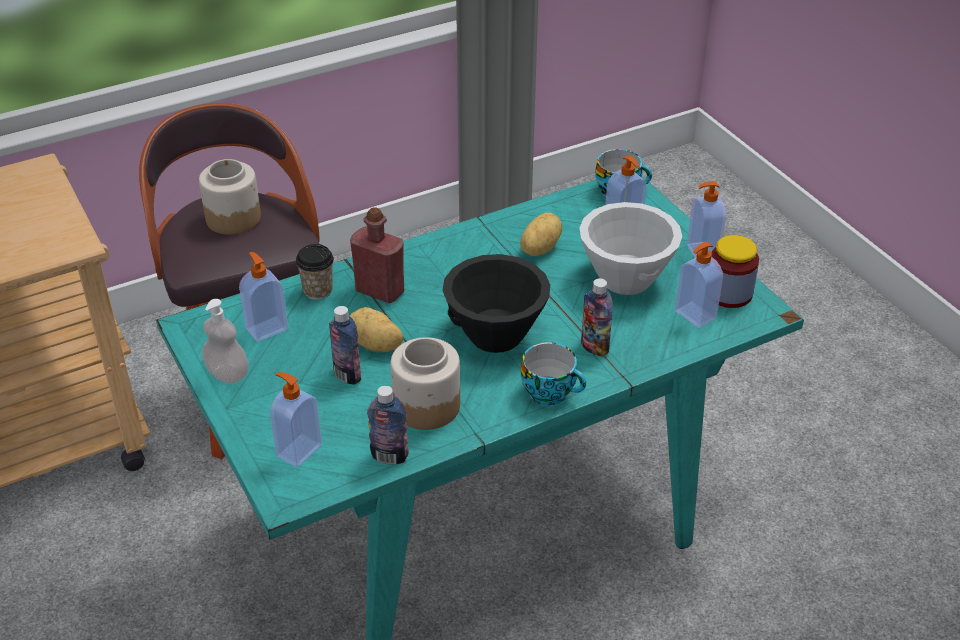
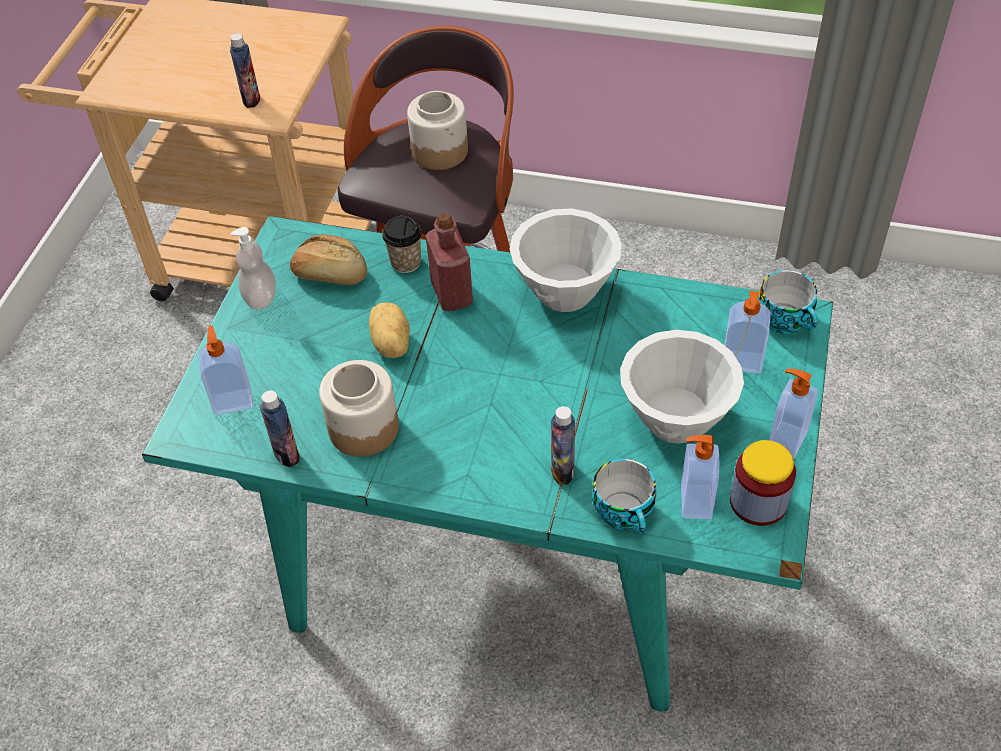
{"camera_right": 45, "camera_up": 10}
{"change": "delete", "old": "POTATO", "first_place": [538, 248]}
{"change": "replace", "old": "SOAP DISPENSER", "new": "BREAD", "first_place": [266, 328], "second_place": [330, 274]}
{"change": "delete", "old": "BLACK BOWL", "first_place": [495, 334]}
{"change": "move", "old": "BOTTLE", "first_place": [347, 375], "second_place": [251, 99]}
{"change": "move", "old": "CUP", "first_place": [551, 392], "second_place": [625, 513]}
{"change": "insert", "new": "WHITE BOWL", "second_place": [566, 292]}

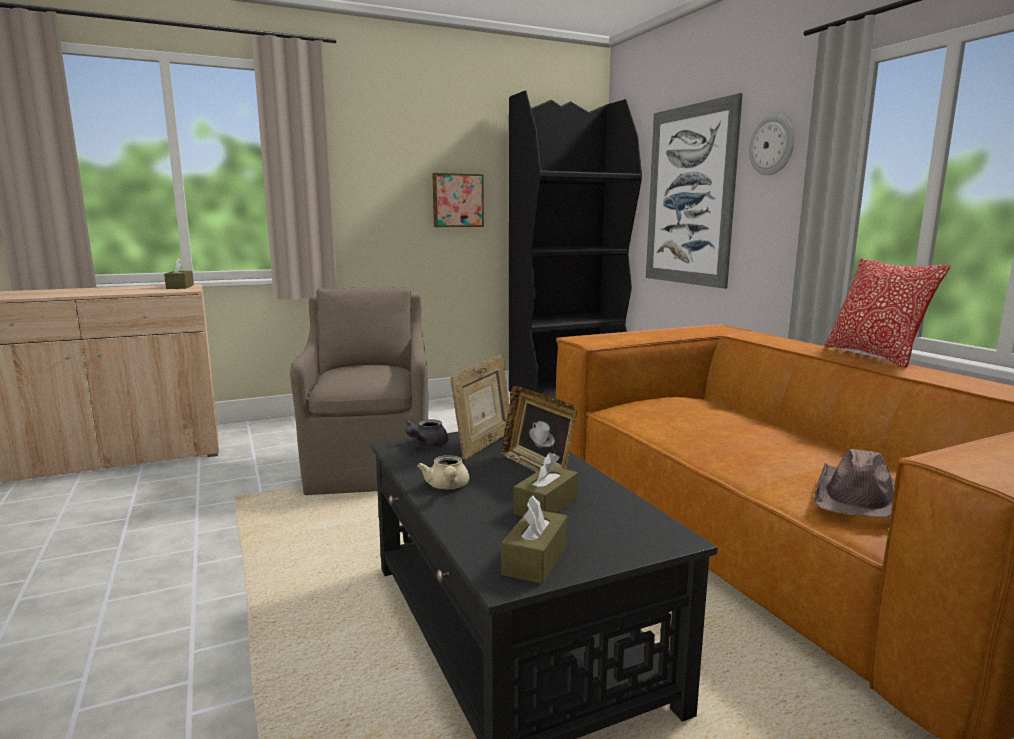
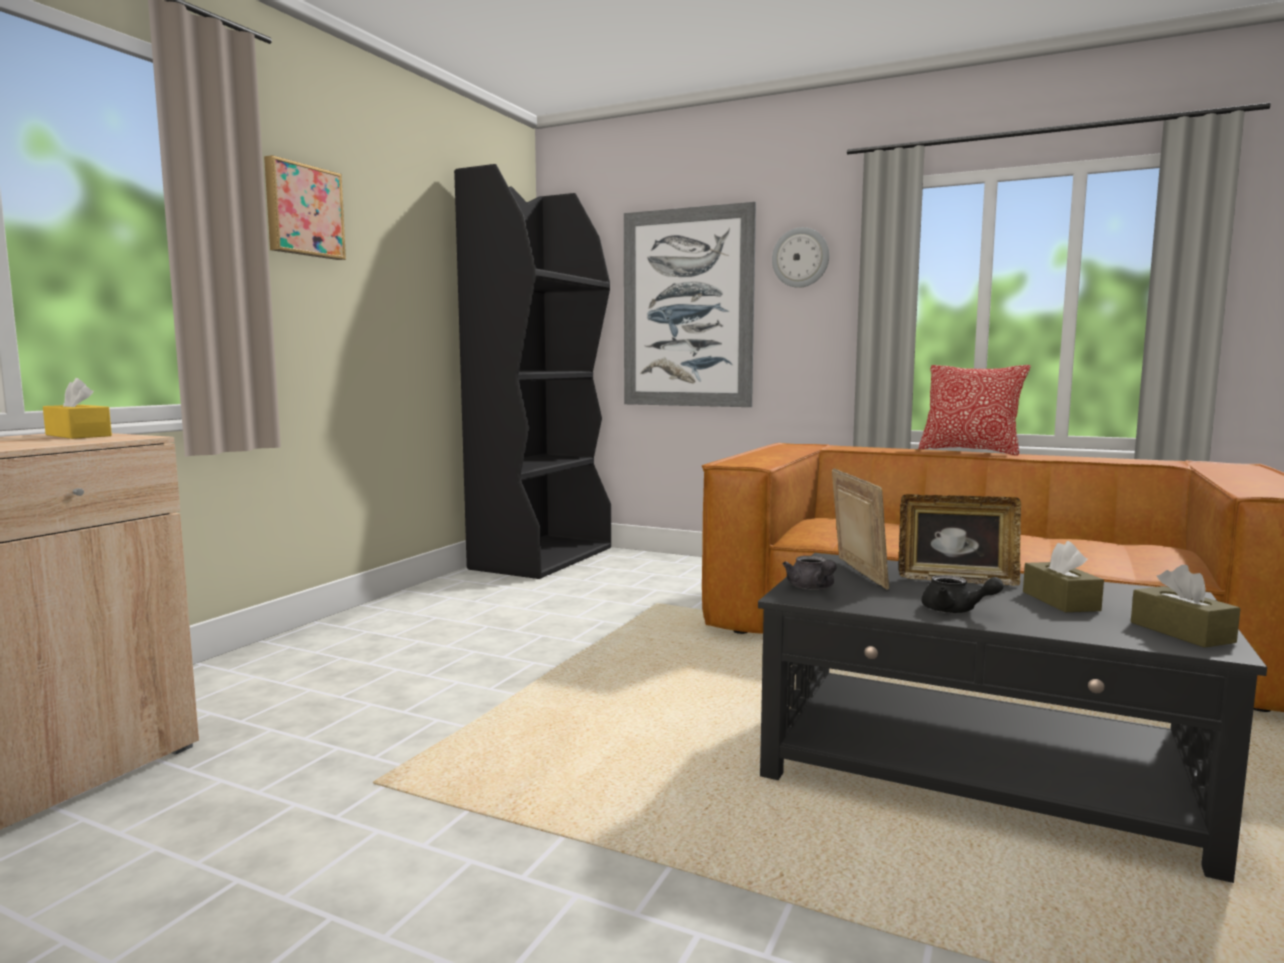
{"camera_right": -40, "camera_up": -5}
{"change": "move", "old": "PICTURE", "first_place": [457, 200], "second_place": [303, 211]}
{"change": "recolor", "old": "BROWN TISSUE BOX", "new": "YELLOW TISSUE BOX", "first_place": [180, 287], "second_place": [78, 435]}
{"change": "delete", "old": "BROWN ARMCHAIR", "first_place": [370, 467]}
{"change": "delete", "old": "BROWN HAT", "first_place": [862, 496]}
{"change": "recolor", "old": "BEIGE TEAPOT", "new": "BLACK TEAPOT", "first_place": [447, 487], "second_place": [955, 611]}

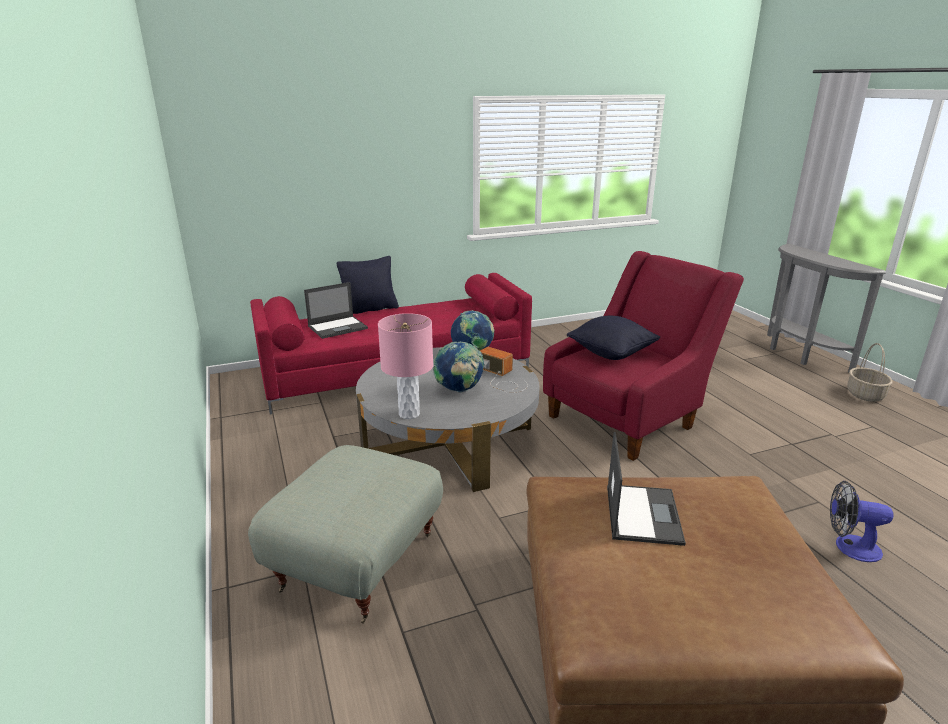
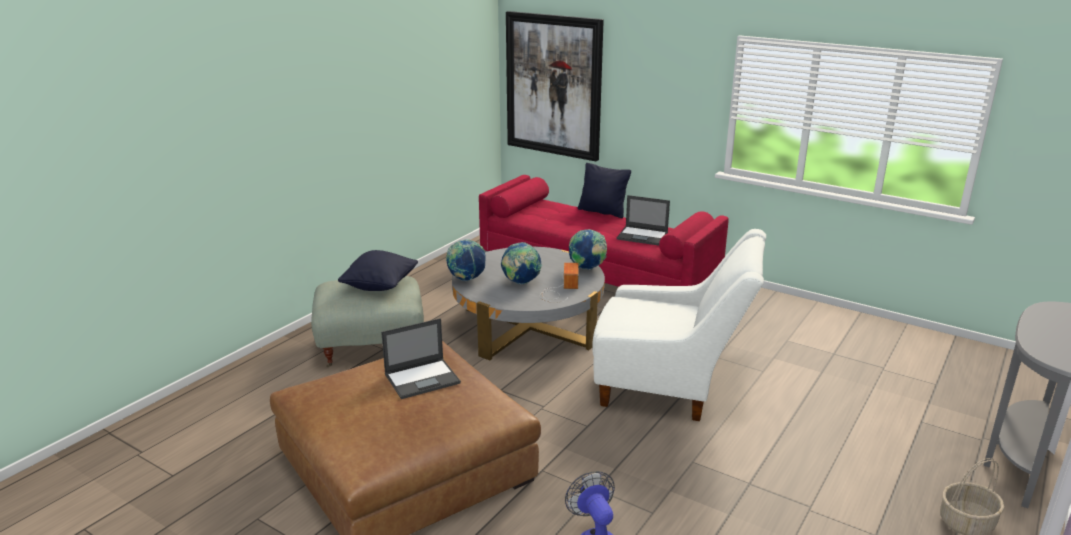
{"camera_right": 55, "camera_up": 0}
{"change": "recolor", "old": "RED ARMCHAIR", "new": "WHITE ARMCHAIR", "first_place": [628, 418], "second_place": [671, 386]}
{"change": "move", "old": "LAPTOP", "first_place": [338, 327], "second_place": [643, 236]}
{"change": "replace", "old": "PINK TABLE LAMP", "new": "GLOBE", "first_place": [409, 414], "second_place": [466, 279]}
{"change": "move", "old": "BLACK PILLOW", "first_place": [611, 353], "second_place": [380, 286]}
{"change": "insert", "new": "PICTURE", "second_place": [553, 85]}

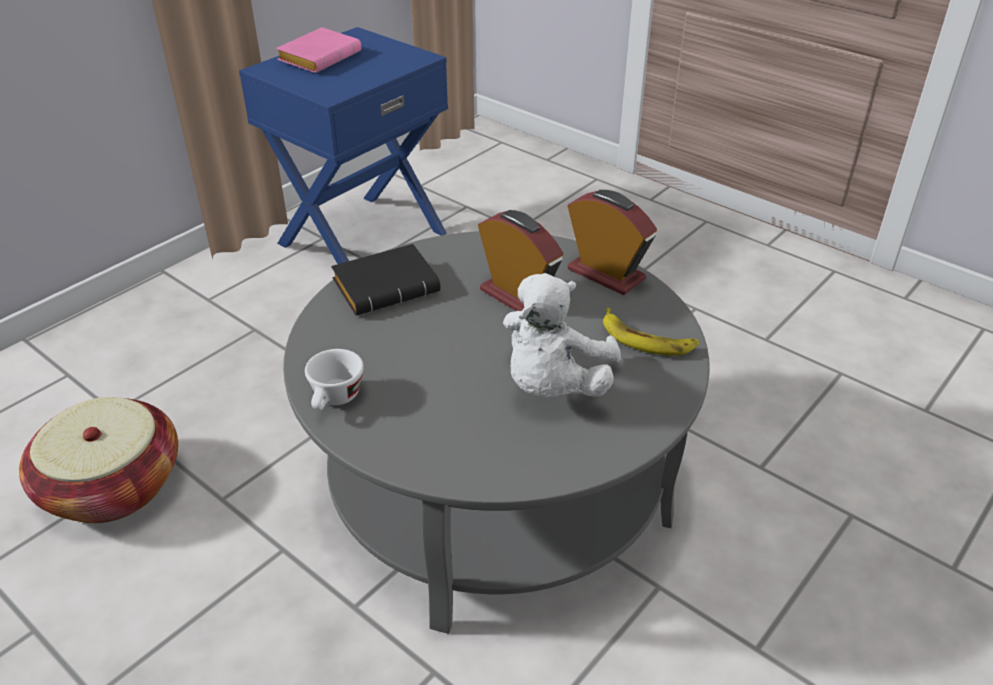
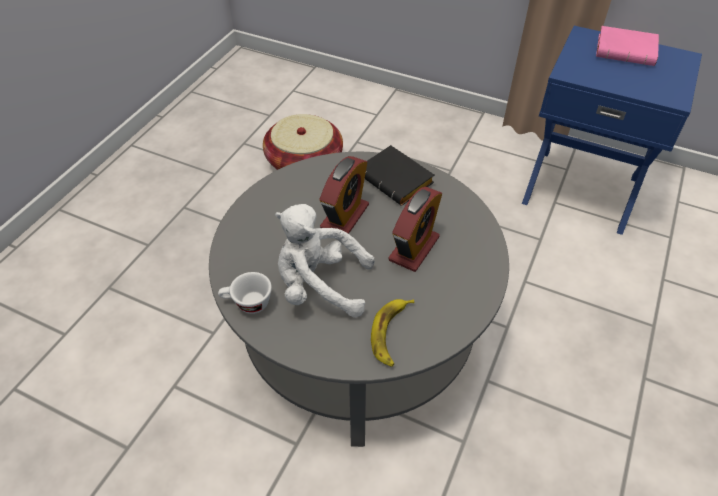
{"camera_right": 75, "camera_up": 10}
{"change": "move", "old": "ALARM CLOCK", "first_place": [606, 274], "second_place": [344, 216]}
{"change": "move", "old": "WHITE CUP", "first_place": [335, 400], "second_place": [247, 304]}

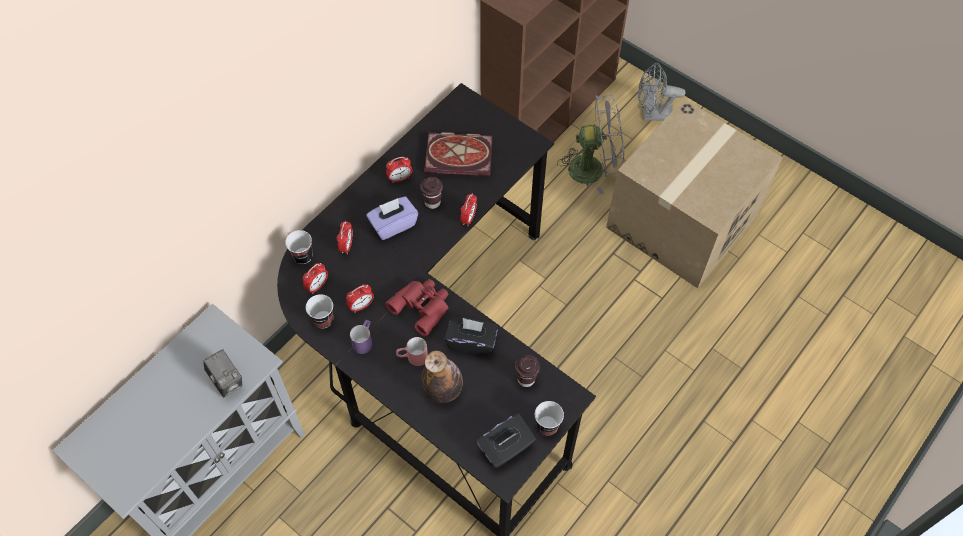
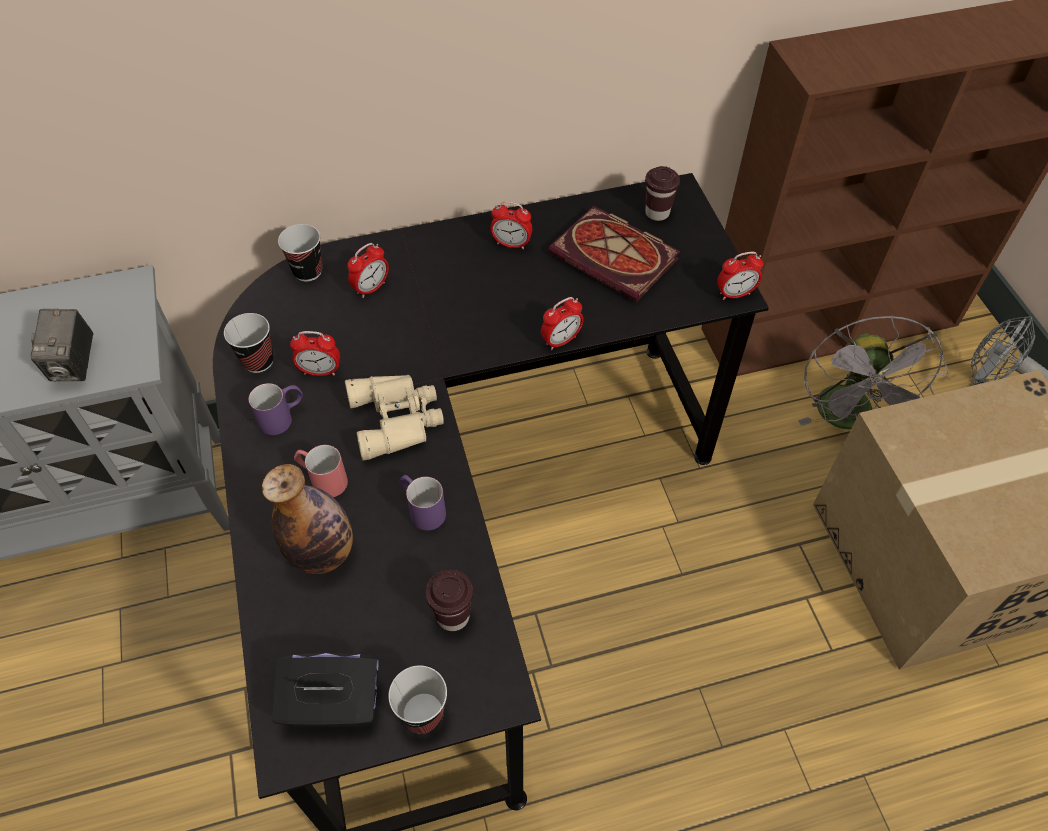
{"camera_right": 35, "camera_up": -5}
{"change": "rotate", "old": "GREY FAN", "first_place": [593, 168], "second_place": [848, 419], "degrees": 60}
{"change": "move", "old": "BROWN CUP", "first_place": [432, 202], "second_place": [657, 213]}
{"change": "delete", "old": "PURPLE TISSUE BOX", "first_place": [393, 225]}
{"change": "move", "old": "ALARM CLOCK", "first_place": [317, 286], "second_place": [735, 294]}
{"change": "recolor", "old": "RED BINOCULARS", "new": "BEIGE BINOCULARS", "first_place": [422, 306], "second_place": [397, 418]}
{"change": "replace", "old": "BLACK TISSUE BOX", "new": "PURPLE MUG", "first_place": [472, 341], "second_place": [422, 509]}

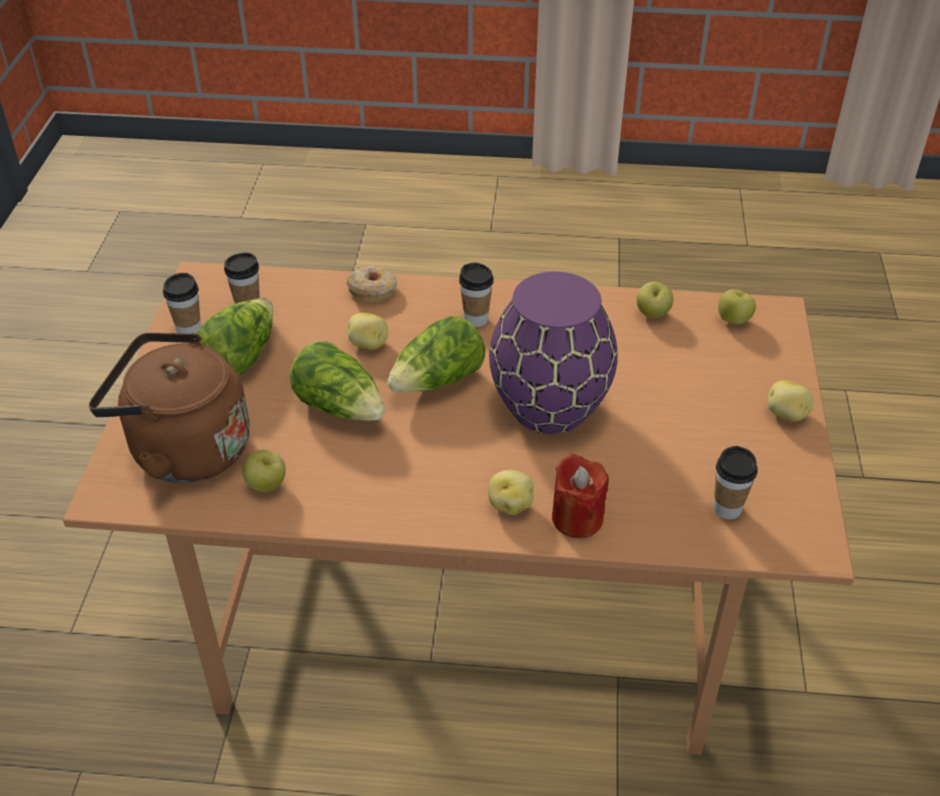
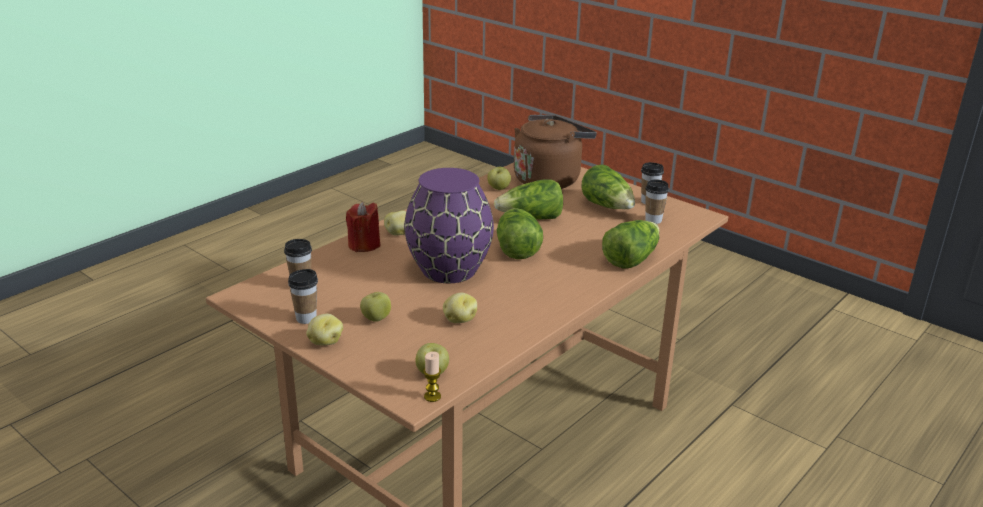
{"camera_right": 125, "camera_up": -15}
{"change": "move", "old": "CUP", "first_place": [476, 319], "second_place": [306, 318]}
{"change": "replace", "old": "DONUT", "new": "LETTUCE", "first_place": [373, 290], "second_place": [630, 258]}
{"change": "move", "old": "APPLE", "first_place": [652, 314], "second_place": [376, 319]}
{"change": "move", "old": "POTATO", "first_place": [368, 344], "second_place": [459, 320]}
{"change": "insert", "new": "CANDLE", "second_place": [432, 396]}

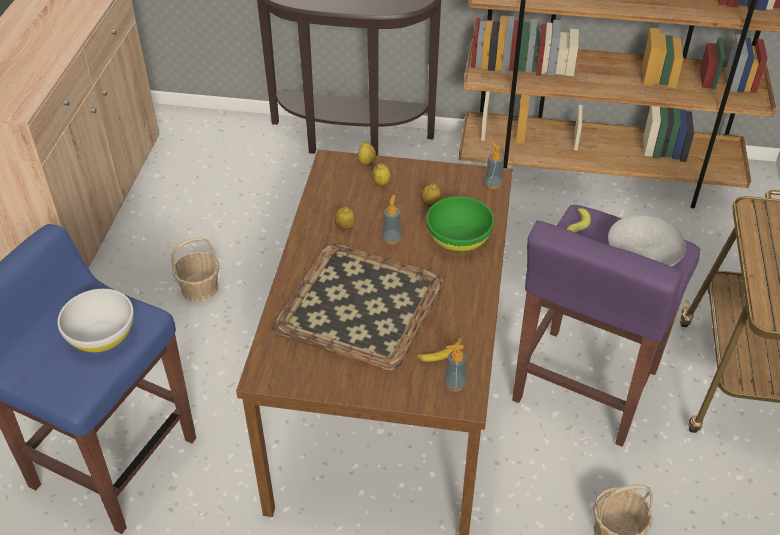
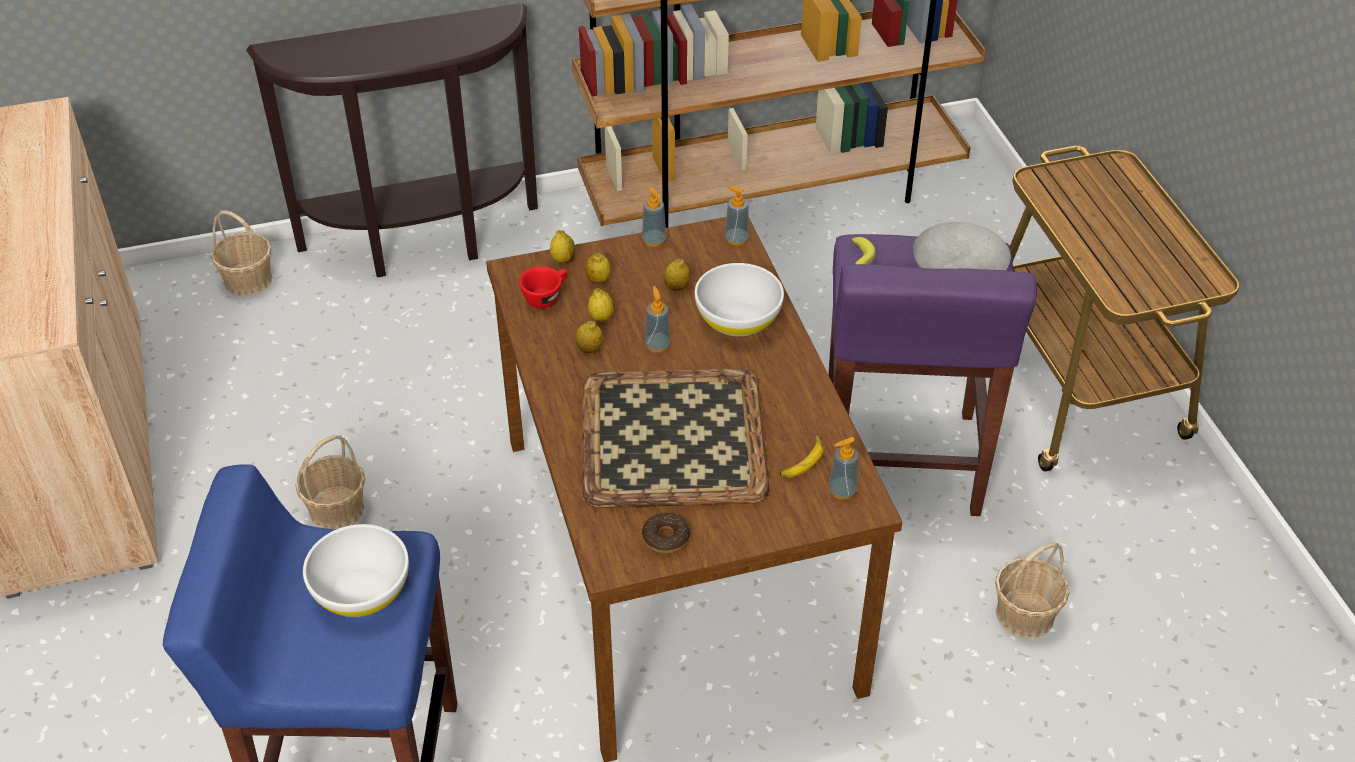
{"camera_right": -25, "camera_up": 0}
{"change": "recolor", "old": "GREEN BOWL", "new": "WHITE BOWL", "first_place": [458, 239], "second_place": [737, 319]}
{"change": "insert", "new": "SOAP DISPENSER", "second_place": [654, 240]}
{"change": "insert", "new": "BASKET", "second_place": [248, 280]}
{"change": "insert", "new": "RED CUP", "second_place": [546, 297]}
{"change": "insert", "new": "LEMON", "second_place": [601, 317]}
{"change": "insert", "new": "DONUT", "second_place": [665, 538]}

